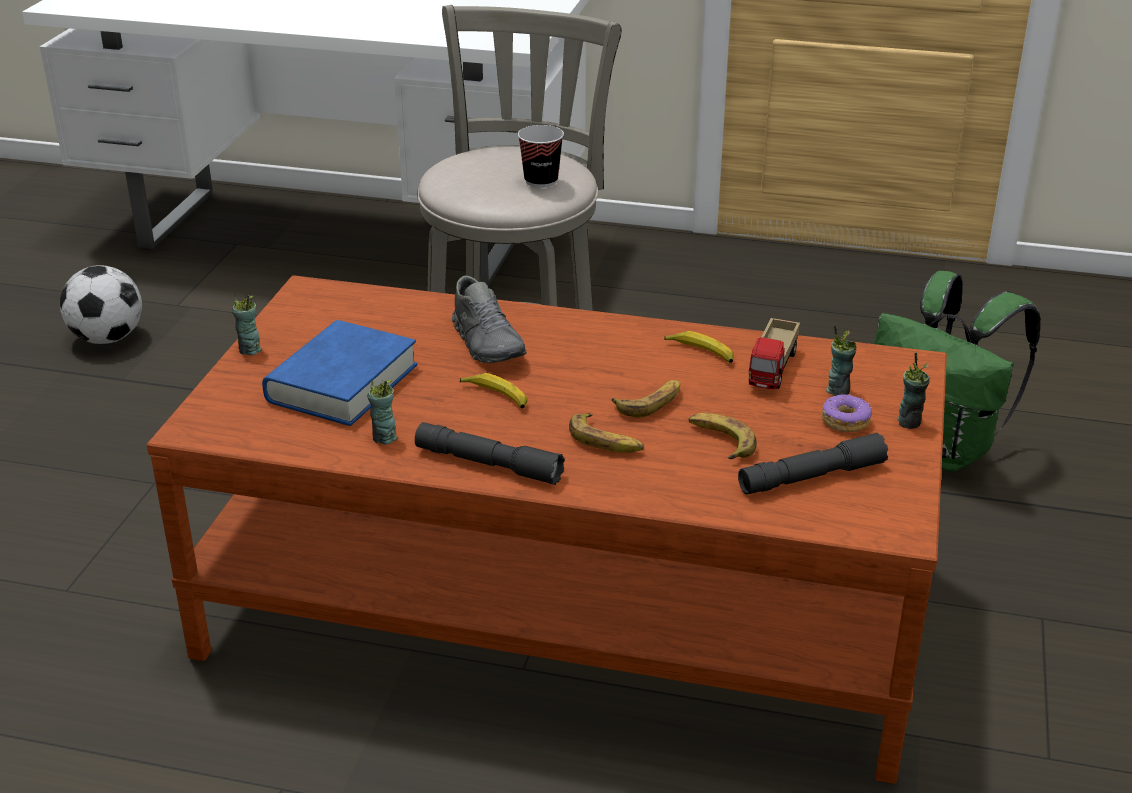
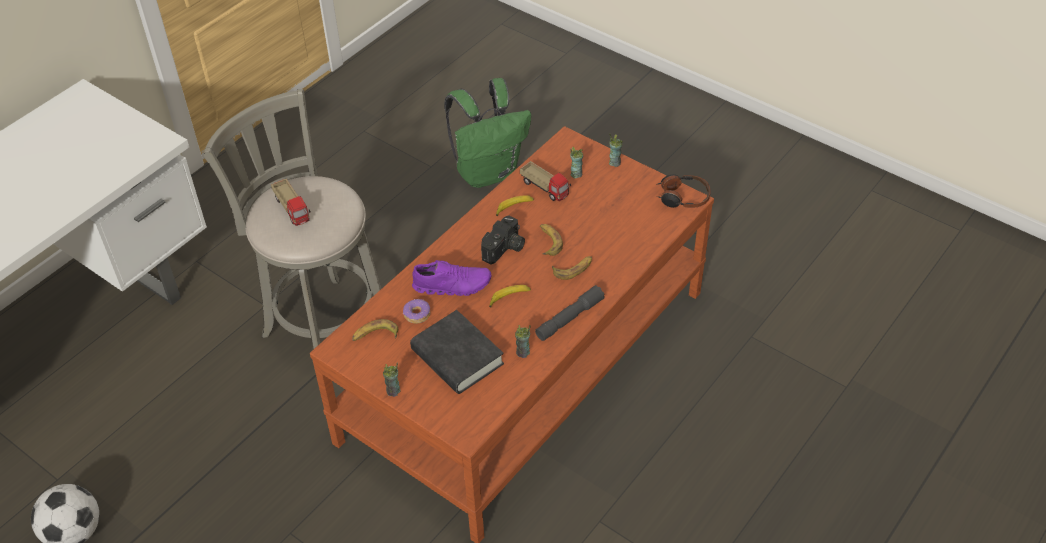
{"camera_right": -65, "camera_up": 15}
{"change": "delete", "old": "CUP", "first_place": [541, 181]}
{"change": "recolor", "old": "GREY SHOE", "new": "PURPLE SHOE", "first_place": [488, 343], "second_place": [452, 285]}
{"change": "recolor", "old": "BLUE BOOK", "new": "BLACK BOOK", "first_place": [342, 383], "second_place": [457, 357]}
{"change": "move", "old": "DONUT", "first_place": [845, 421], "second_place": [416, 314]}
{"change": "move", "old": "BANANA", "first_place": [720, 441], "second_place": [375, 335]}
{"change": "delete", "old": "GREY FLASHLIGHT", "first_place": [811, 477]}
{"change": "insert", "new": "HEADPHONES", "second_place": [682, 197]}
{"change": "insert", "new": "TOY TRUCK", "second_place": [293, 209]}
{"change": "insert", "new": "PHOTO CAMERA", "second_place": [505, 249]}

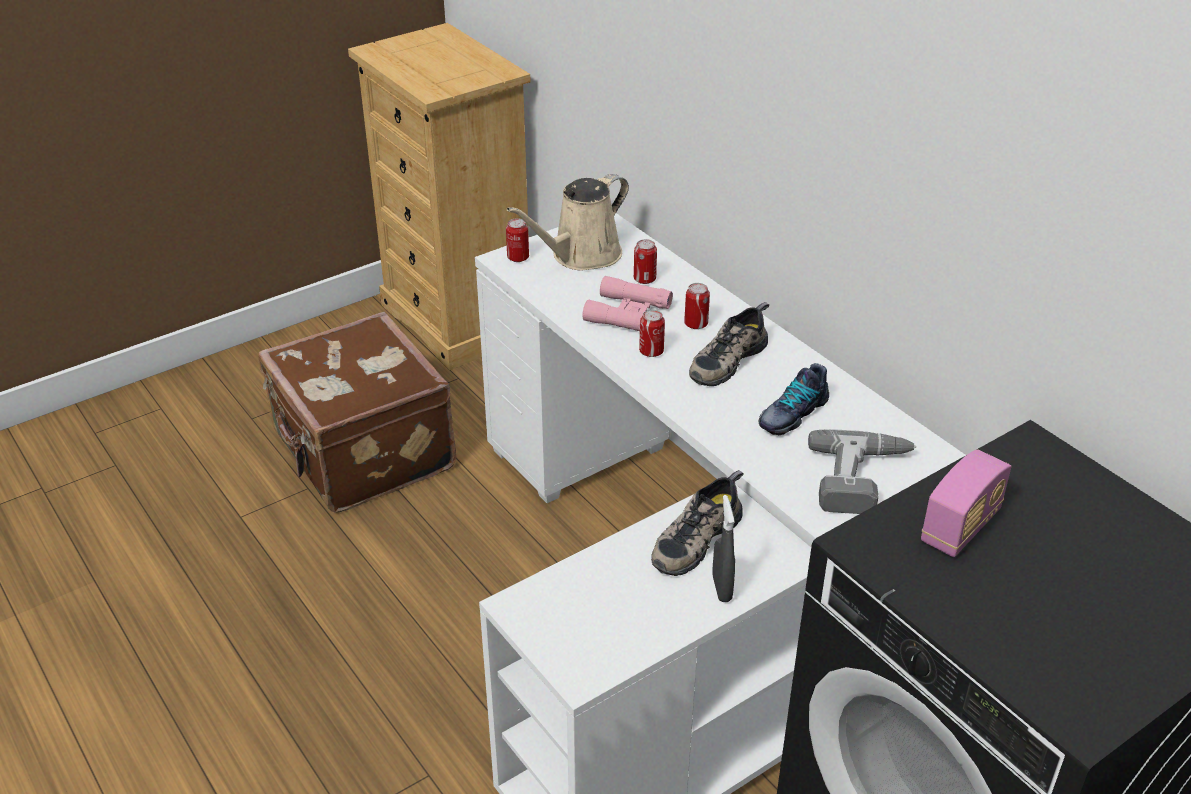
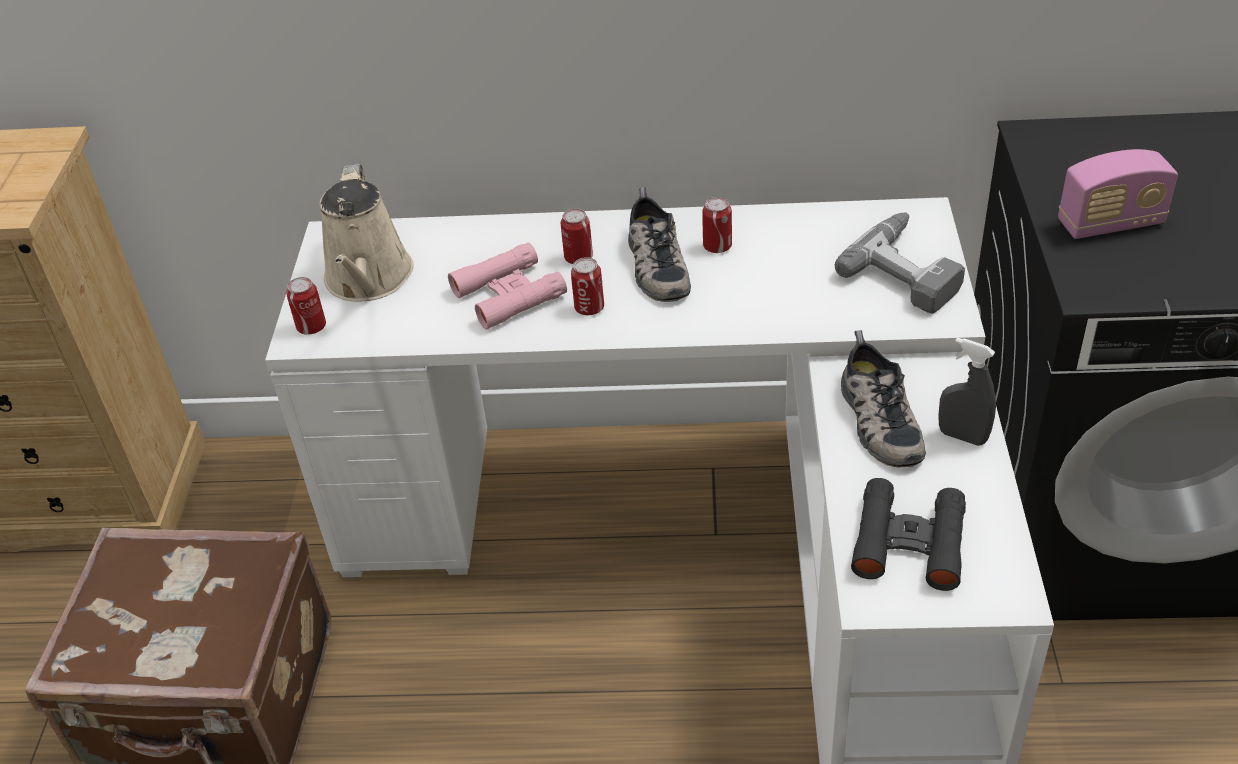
{"camera_right": -50, "camera_up": 5}
{"change": "move", "old": "CAN", "first_place": [644, 279], "second_place": [717, 246]}
{"change": "delete", "old": "SHOE", "first_place": [792, 413]}
{"change": "rotate", "old": "RADIO", "first_place": [960, 527], "second_place": [1110, 224], "degrees": 90}
{"change": "insert", "new": "BLACK BINOCULARS", "second_place": [909, 542]}

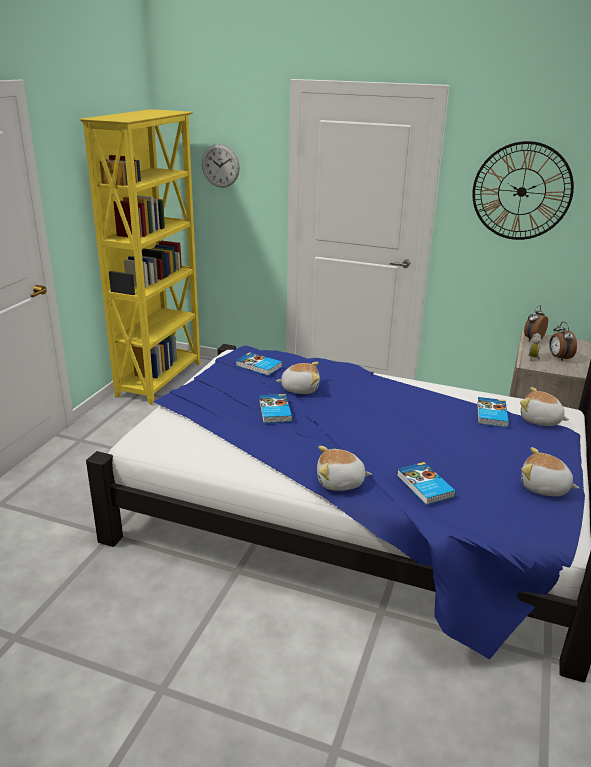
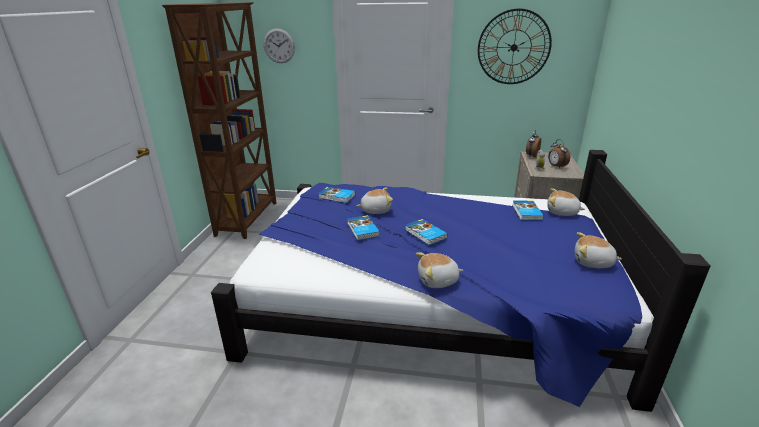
{"camera_right": -10, "camera_up": 0}
{"change": "recolor", "old": "YELLOW BOOKCASE", "new": "BROWN BOOKCASE", "first_place": [161, 379], "second_place": [248, 218]}
{"change": "move", "old": "BOOK", "first_place": [424, 486], "second_place": [425, 234]}

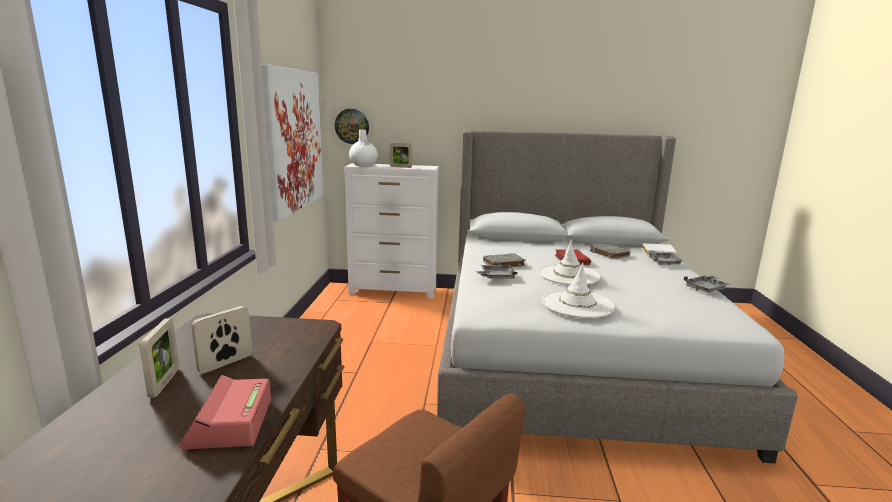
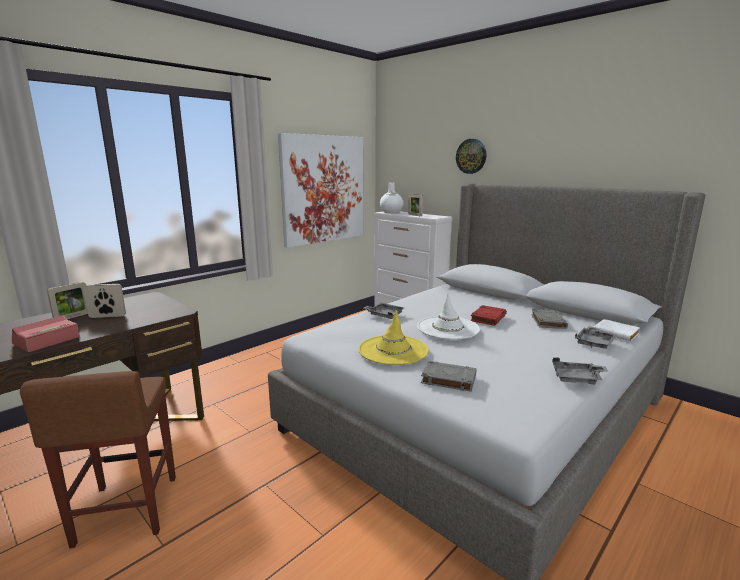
{"camera_right": 40, "camera_up": 0}
{"change": "move", "old": "WALL CLOCK", "first_place": [352, 126], "second_place": [471, 156]}
{"change": "move", "old": "GREY BOOK", "first_place": [503, 264], "second_place": [448, 379]}
{"change": "recolor", "old": "WHITE HAT", "new": "YELLOW HAT", "first_place": [577, 304], "second_place": [393, 350]}

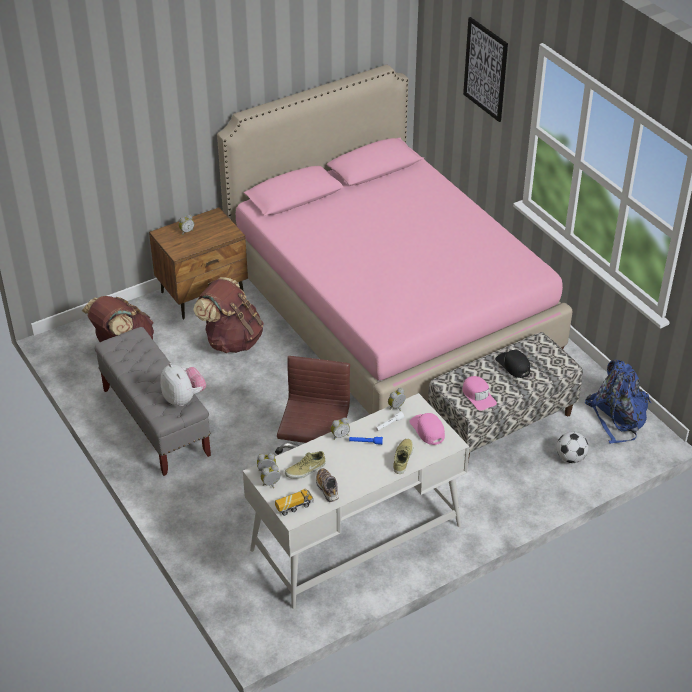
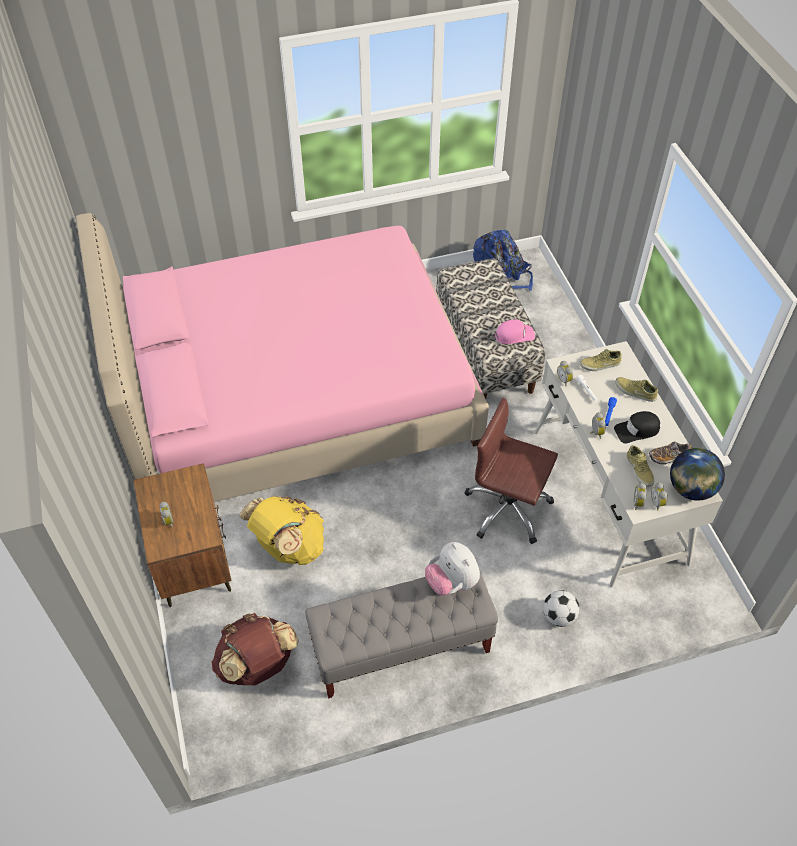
{"camera_right": -75, "camera_up": 10}
{"change": "delete", "old": "PICTURE", "first_place": [485, 69]}
{"change": "recolor", "old": "BROWN BACKPACK", "new": "YELLOW BACKPACK", "first_place": [232, 340], "second_place": [288, 547]}
{"change": "move", "old": "BLACK CAP", "first_place": [513, 365], "second_place": [637, 430]}
{"change": "rotate", "old": "PLUSH TOY", "first_place": [184, 398], "second_place": [452, 582], "degrees": -105}
{"change": "replace", "old": "PINK CAP", "new": "BEIGE SHOE", "first_place": [427, 430], "second_place": [600, 364]}
{"change": "move", "old": "FOOTBALL", "first_place": [570, 458], "second_place": [558, 616]}
{"change": "replace", "old": "TOY TRUCK", "new": "GLOBE", "first_place": [294, 507], "second_place": [690, 489]}

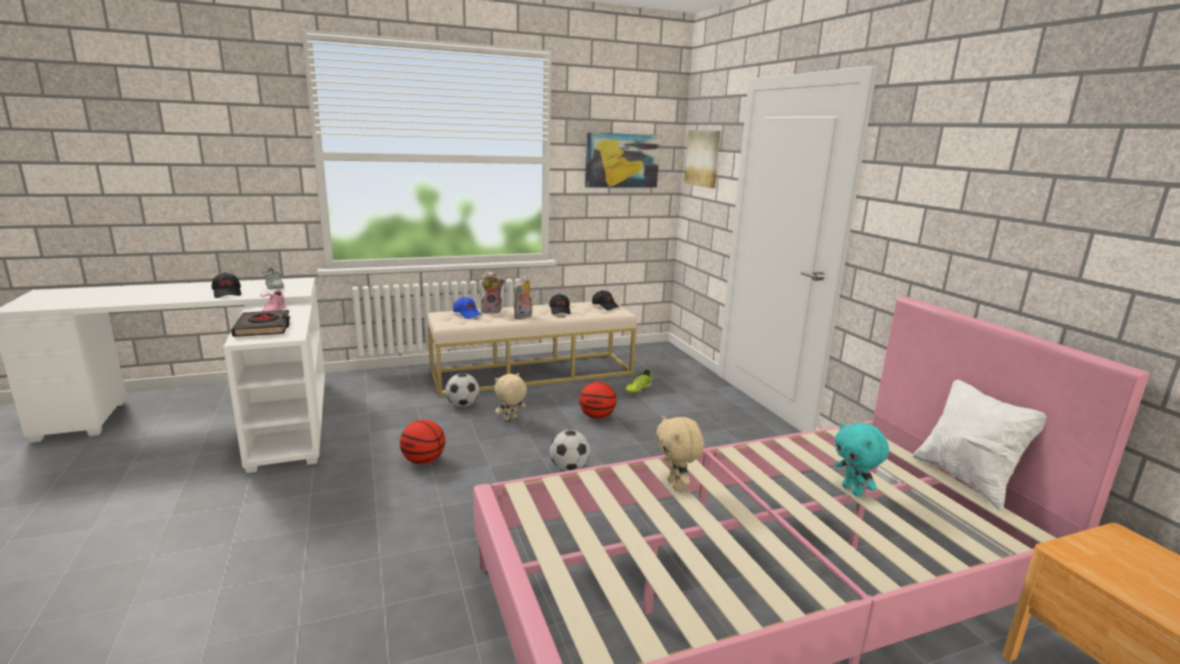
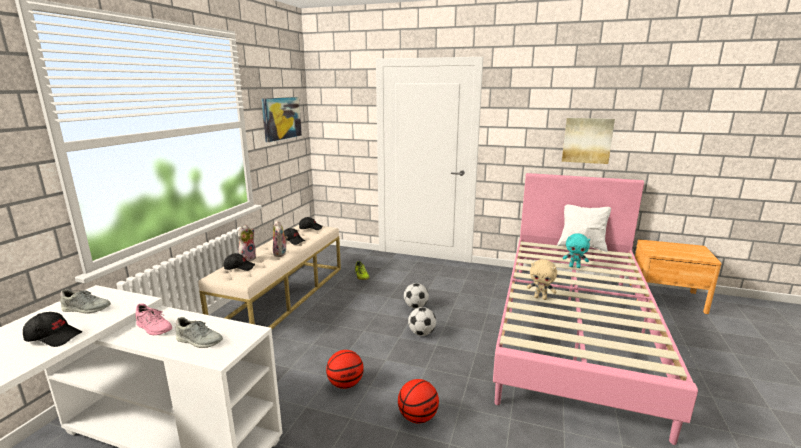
{"camera_right": -50, "camera_up": 0}
{"change": "move", "old": "PICTURE", "first_place": [703, 158], "second_place": [587, 140]}
{"change": "recolor", "old": "BLUE CAP", "new": "BLACK CAP", "first_place": [467, 314], "second_place": [239, 267]}
{"change": "replace", "old": "BLACK BOOK", "new": "GREY SHOE", "first_place": [263, 328], "second_place": [199, 341]}
{"change": "move", "old": "FOOTBALL", "first_place": [462, 405], "second_place": [416, 306]}
{"change": "delete", "old": "BEIGE PLUSH TOY", "first_place": [510, 419]}
{"change": "move", "old": "BASKETBALL", "first_place": [597, 417], "second_place": [417, 417]}

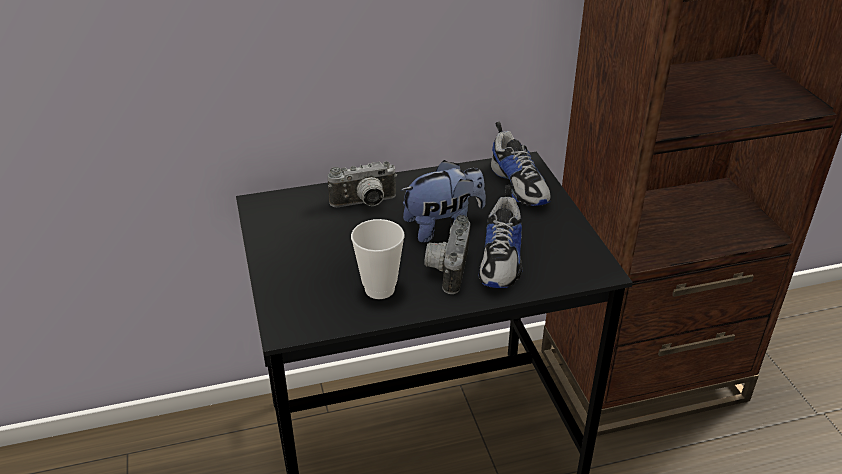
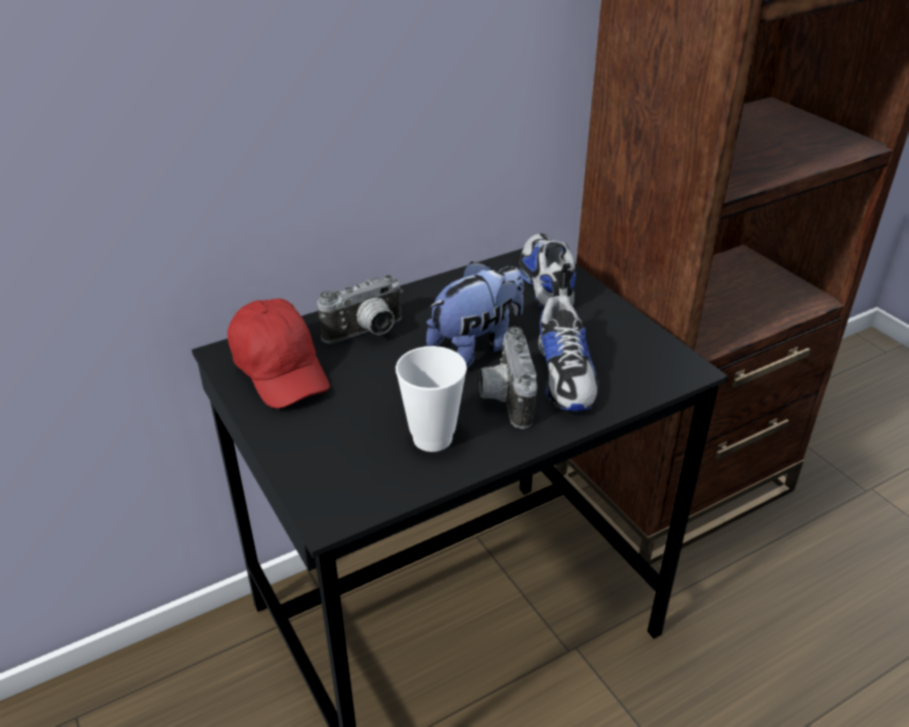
{"camera_right": -15, "camera_up": 0}
{"change": "rotate", "old": "SHOE", "first_place": [520, 185], "second_place": [545, 282], "degrees": -150}
{"change": "insert", "new": "RED CAP", "second_place": [281, 370]}

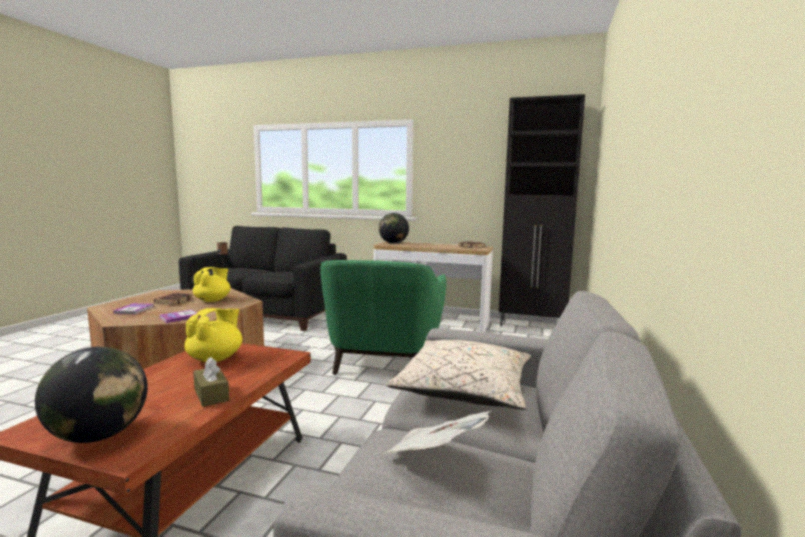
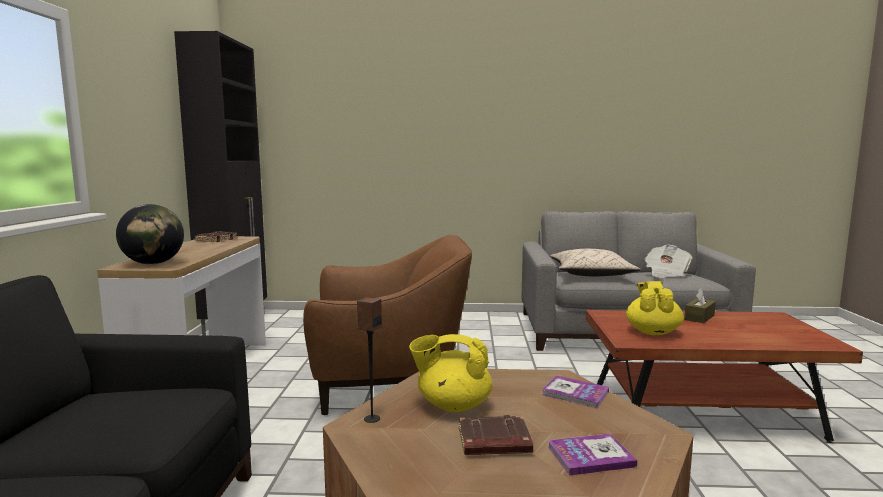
{"camera_right": -105, "camera_up": 0}
{"change": "recolor", "old": "GREEN ARMCHAIR", "new": "BROWN ARMCHAIR", "first_place": [384, 361], "second_place": [389, 384]}
{"change": "rotate", "old": "YELLOW TEAPOT", "first_place": [216, 358], "second_place": [652, 332], "degrees": 90}
{"change": "delete", "old": "GLOBE", "first_place": [99, 436]}

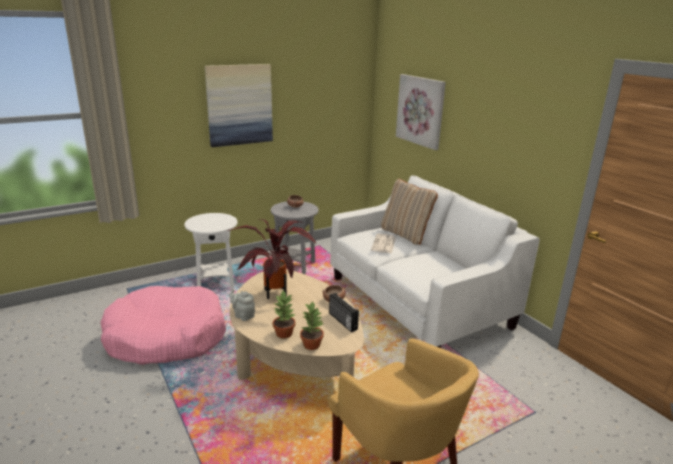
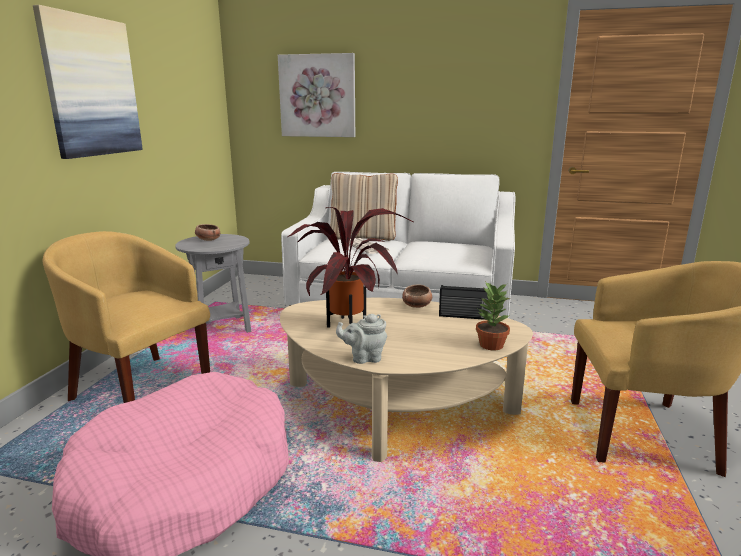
{"camera_right": -45, "camera_up": -5}
{"change": "replace", "old": "WHITE SIDE TABLE", "new": "YELLOW ARMCHAIR", "first_place": [216, 282], "second_place": [140, 387]}
{"change": "delete", "old": "POTTED PLANT", "first_place": [284, 333]}

